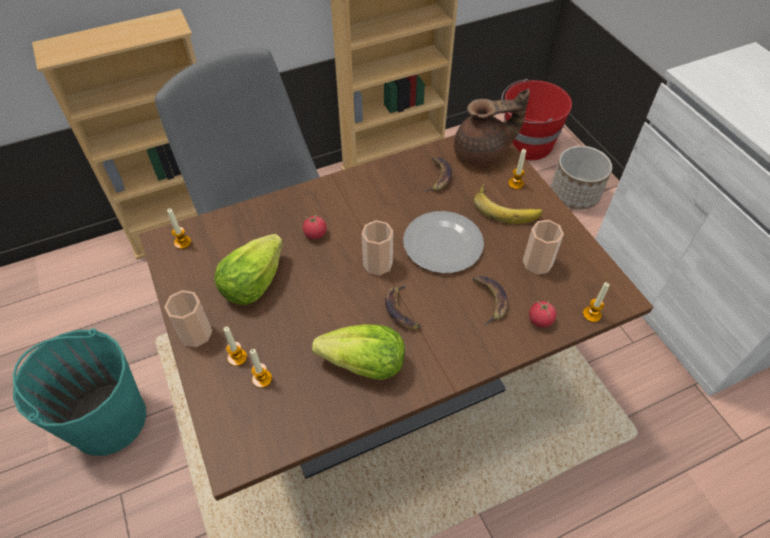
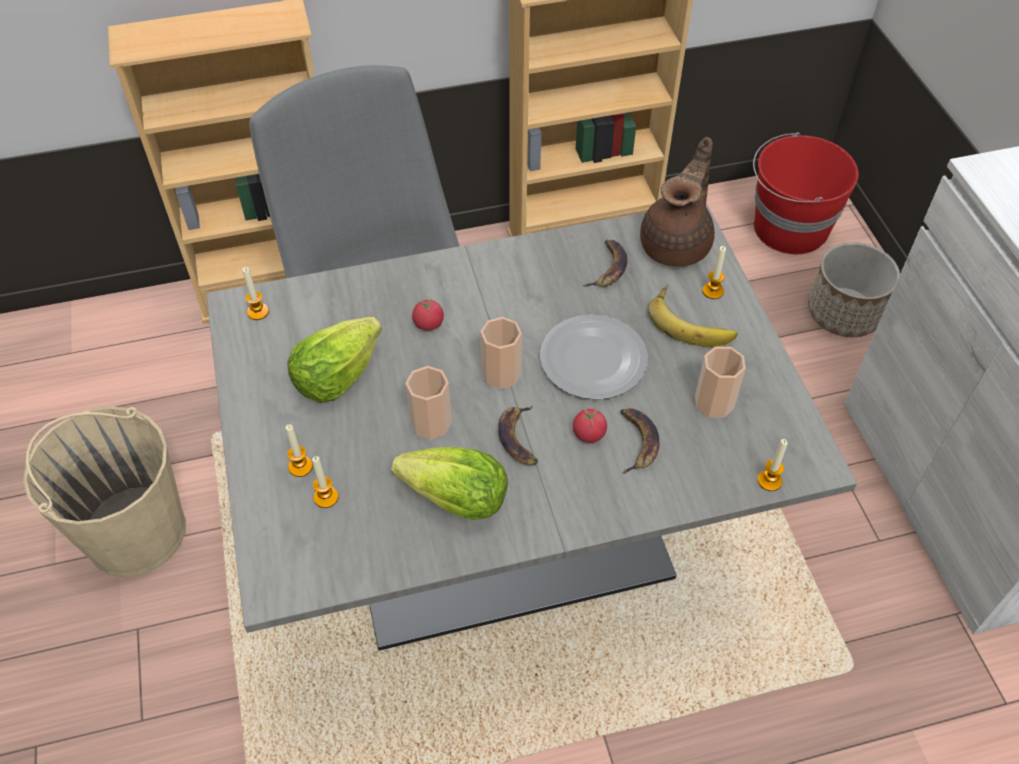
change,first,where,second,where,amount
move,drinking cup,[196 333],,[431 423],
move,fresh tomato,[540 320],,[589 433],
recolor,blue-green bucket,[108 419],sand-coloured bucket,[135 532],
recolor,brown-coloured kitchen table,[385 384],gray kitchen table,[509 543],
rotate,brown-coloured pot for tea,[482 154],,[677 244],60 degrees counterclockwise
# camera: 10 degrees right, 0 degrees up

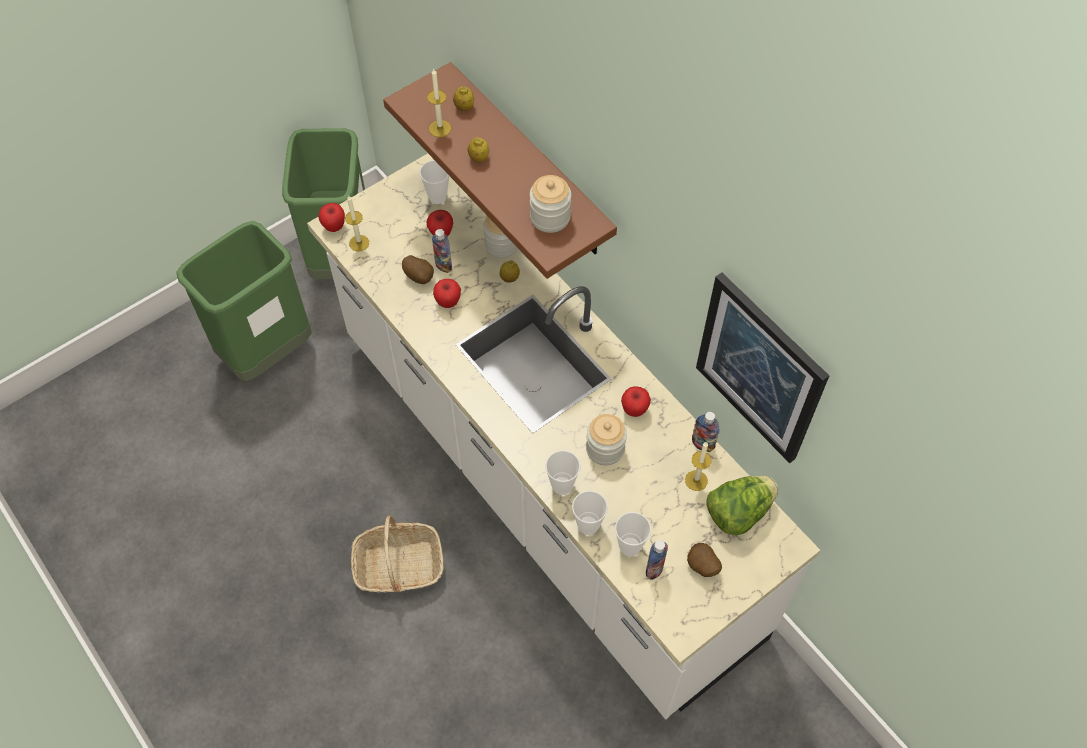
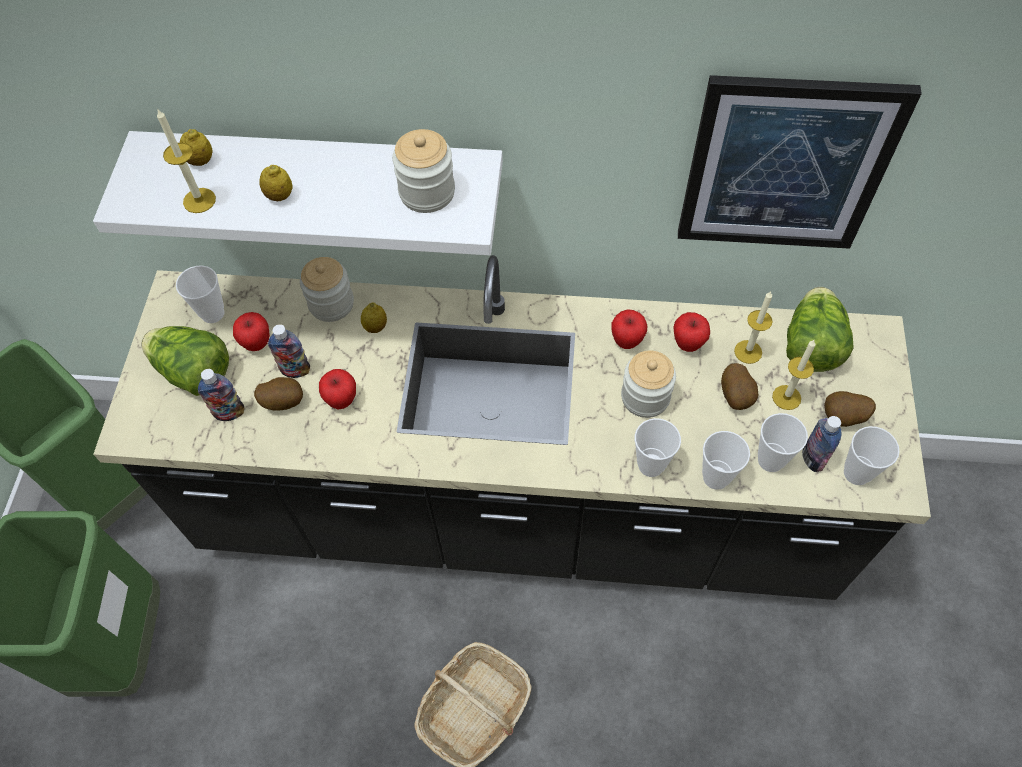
change,first,where,second,where,amount
insert,,,lettuce head,[194 372],
insert,,,spud,[736 396],
insert,,,drinking cup,[856 473],
move,apple fruit,[334 227],,[688 343],
move,candle,[359 243],,[786 397],
move,beverage bottle,[702 444],,[229 413],
recolor,white-coloured counter,[543 485],black-coloured counter,[516 513],
recolor,brown-coloured wall shelf,[530 164],white-coloured wall shelf,[322 174],
# camera: 45 degrees left, 0 degrees up

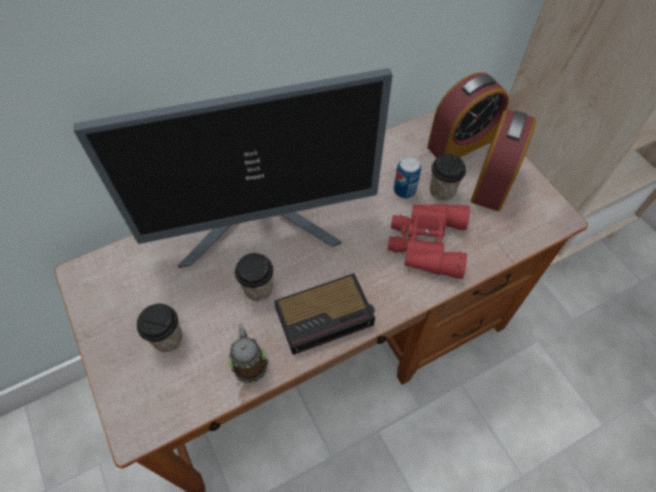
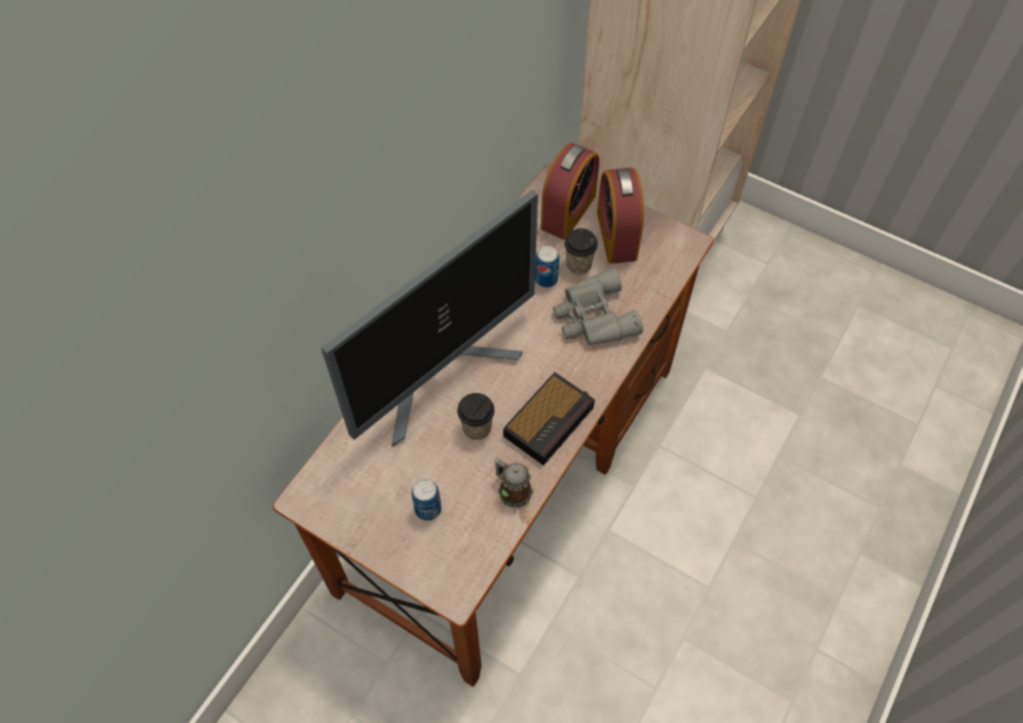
change,first,where,second,where,amount
replace,drinking cup,[168 338],can,[428 509],
recolor,reddish binoculars,[426 242],gray binoculars,[593 317],
# camera: 30 degrees left, 0 degrees up

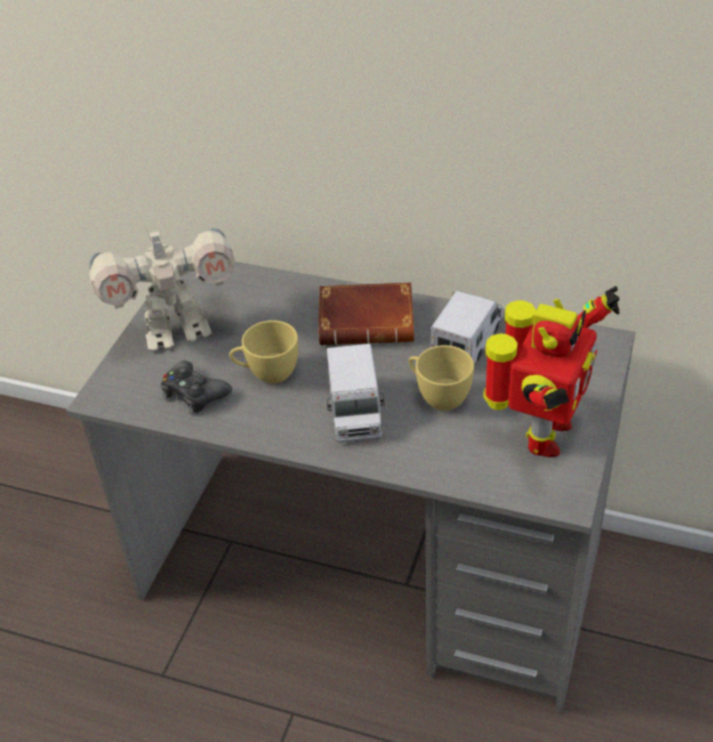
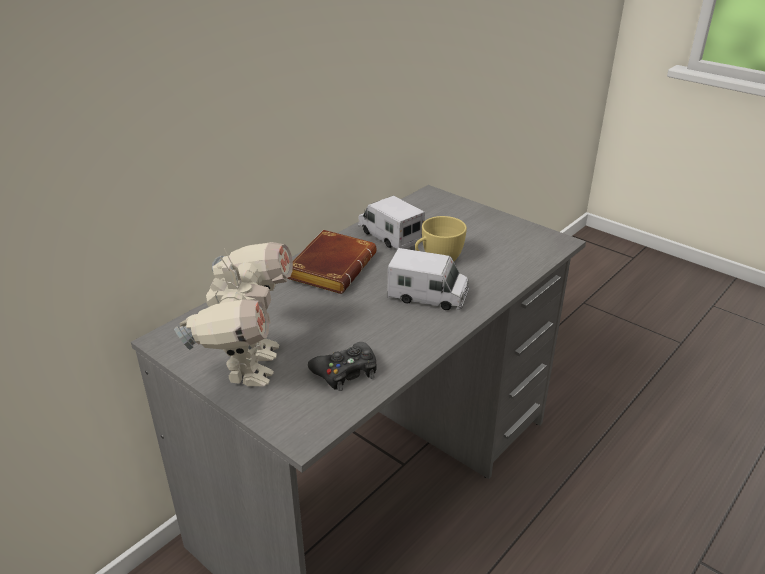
change,first,where,second,where,amount
delete,yellow-coloured drinking cup,[267 373],,,
delete,robot figure,[542 435],,,
# camera: 70 degrees left, 10 degrees down

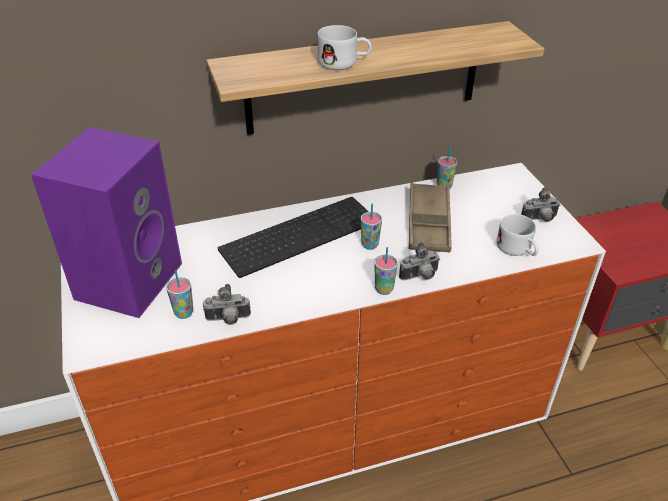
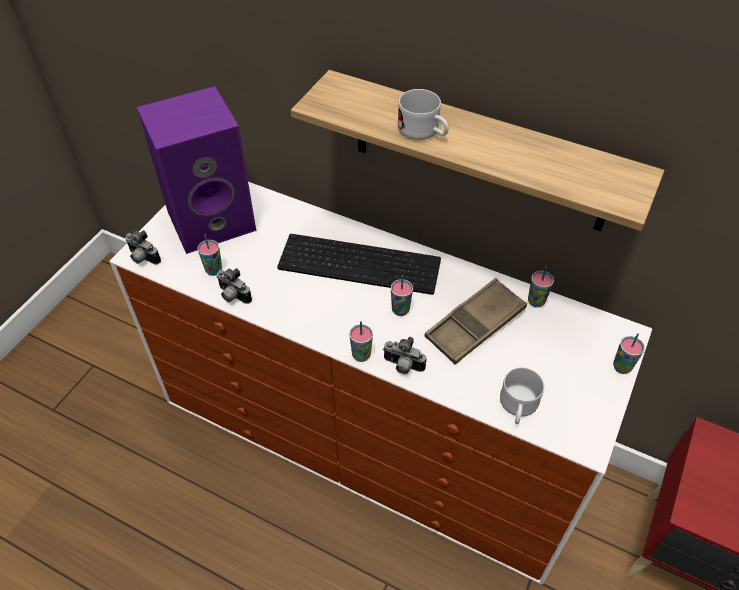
change,first,where,second,where,amount
insert,,,drinking cup,[622 367],
move,photo camera,[540 219],,[142 258],
# camera: 45 degrees right, 10 degrees up

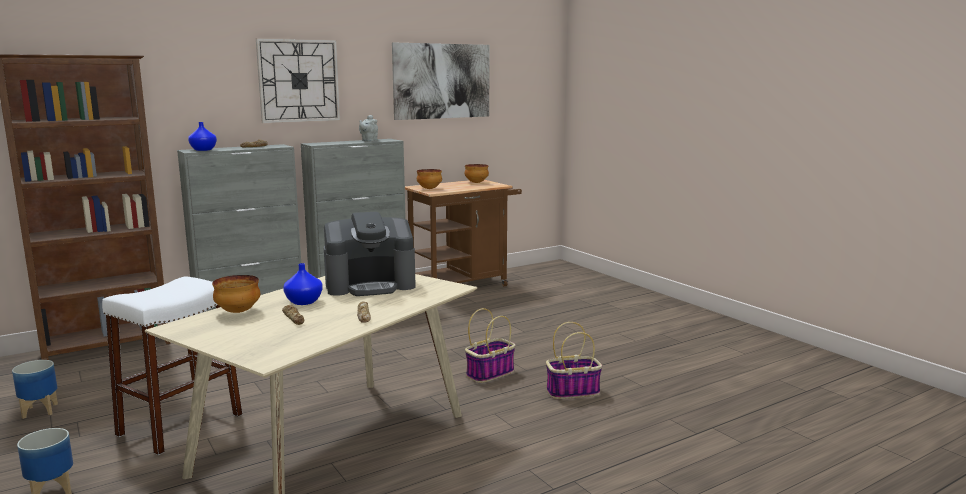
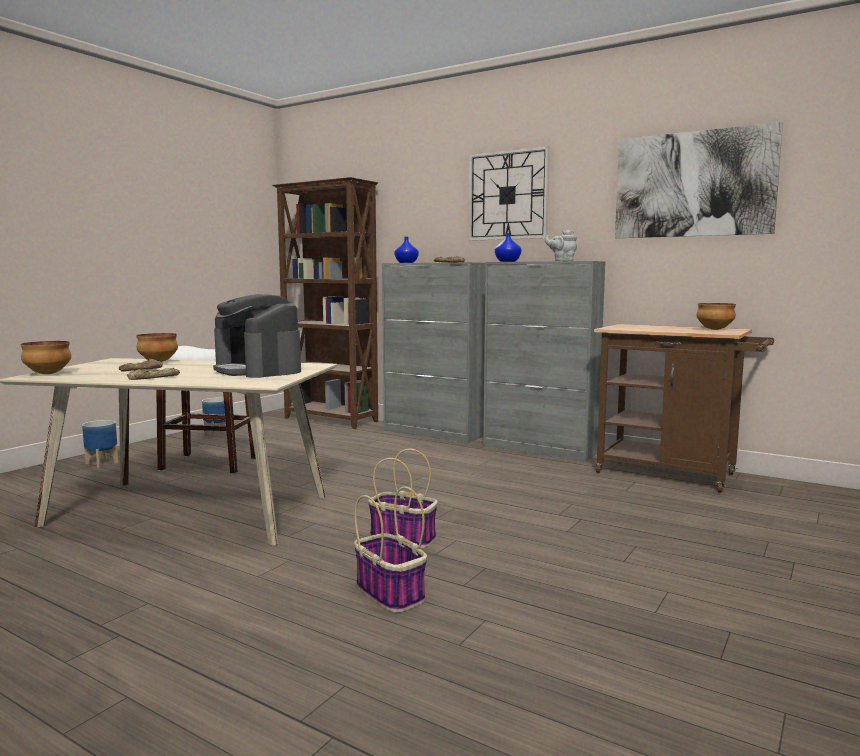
change,first,where,second,where,amount
move,blue vase,[303 302],,[507 261],
move,deep dish,[429 189],,[47 374],
# camera: 65 degrees right, 5 degrees down

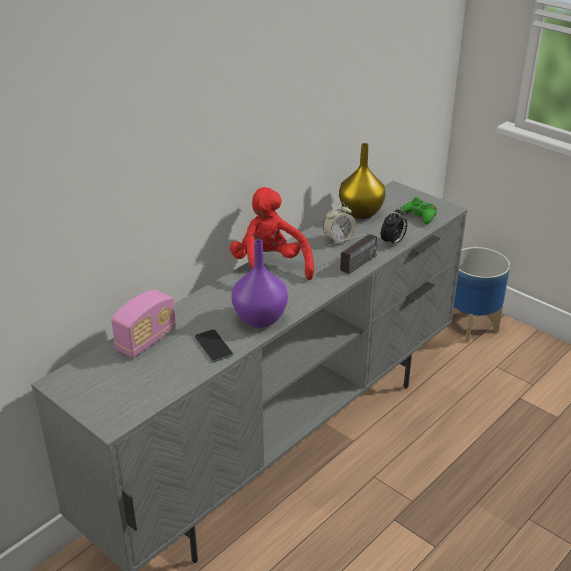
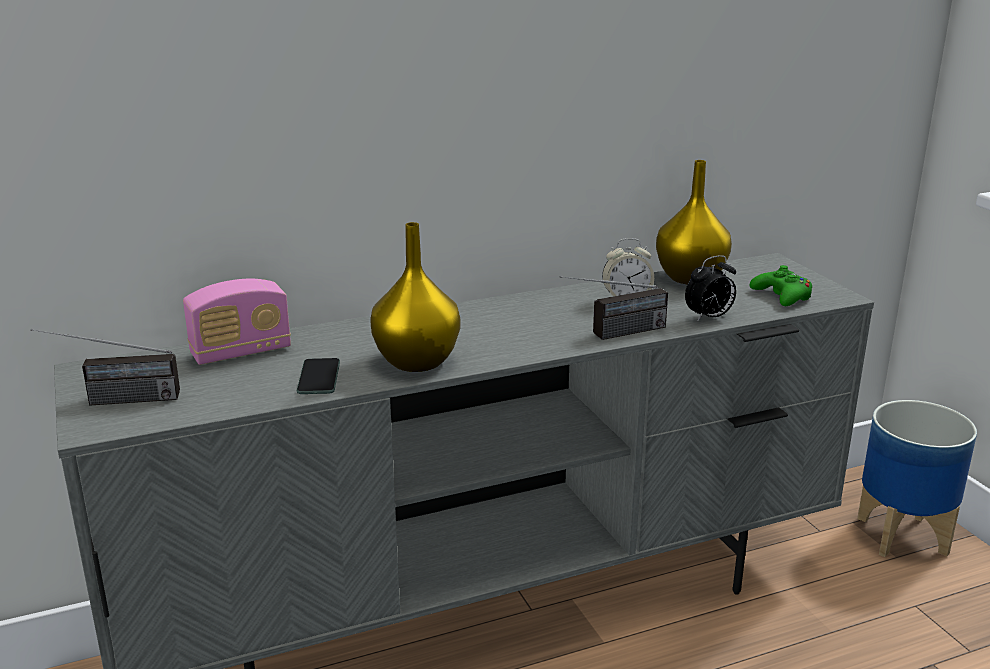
change,first,where,second,where,amount
delete,reddish soft toy,[270 268],,,
insert,,,radio set,[110 400],
recolor,purplish vase,[261 319],yellow-coloured vase,[417 362],
# camera: 25 degrees right, 10 degrees down

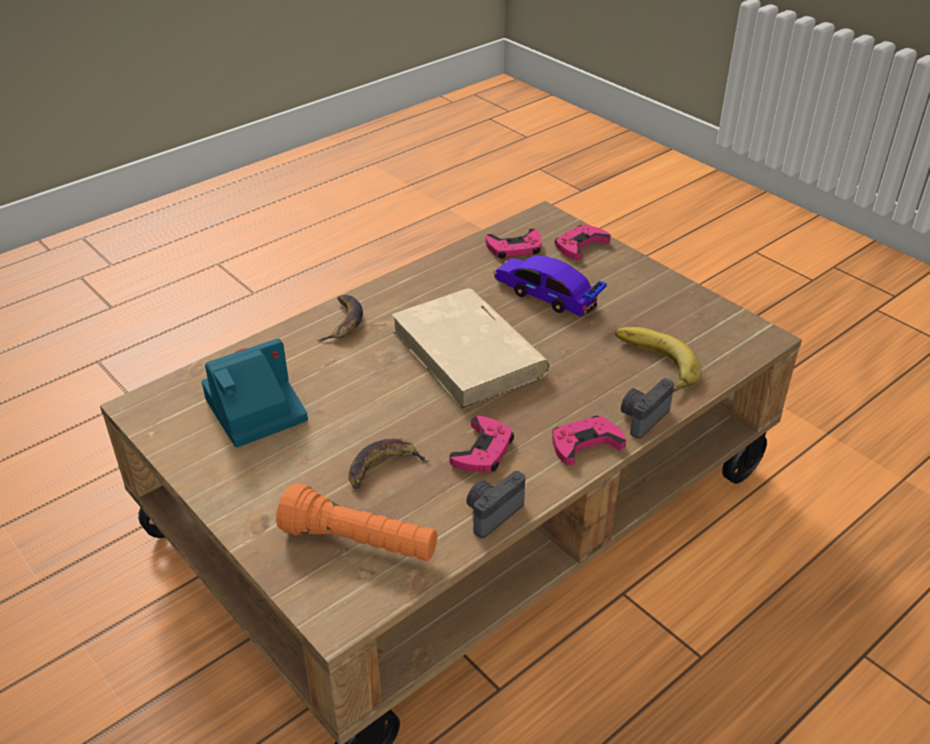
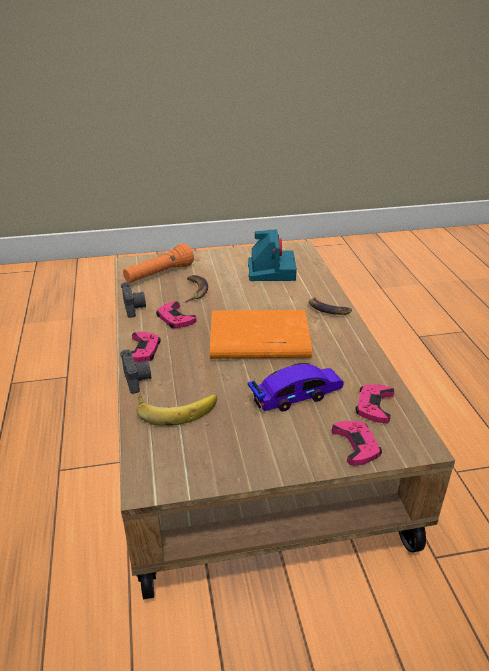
change,first,where,second,where,amount
recolor,sand-coloured book,[469 354],orange-coloured book,[258 341],
# camera: 120 degrees right, 5 degrees down

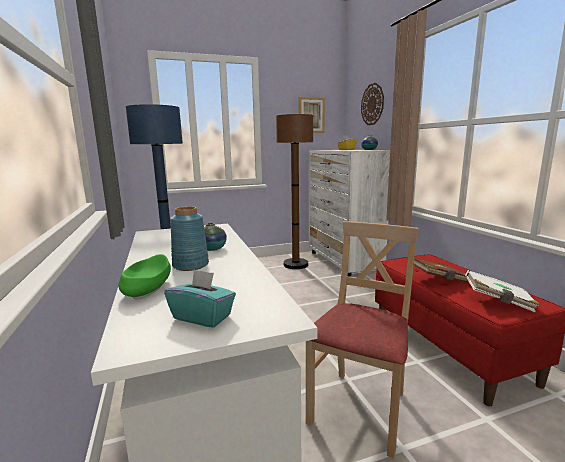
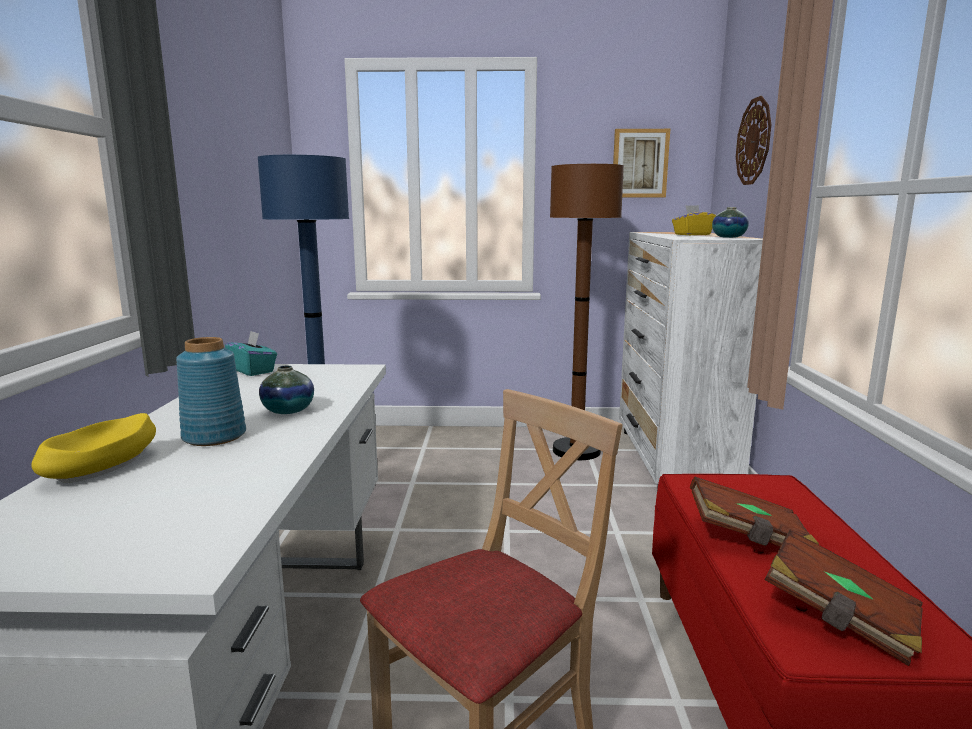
change,first,where,second,where,amount
move,blue-green tissue box,[203 317],,[253 370],
recolor,green-coloured deep dish,[148 288],yellow-coloured deep dish,[102 467],
recolor,white-coloured book,[498 301],brown-coloured book,[839 618],
# camera: 20 degrees right, 0 degrees up

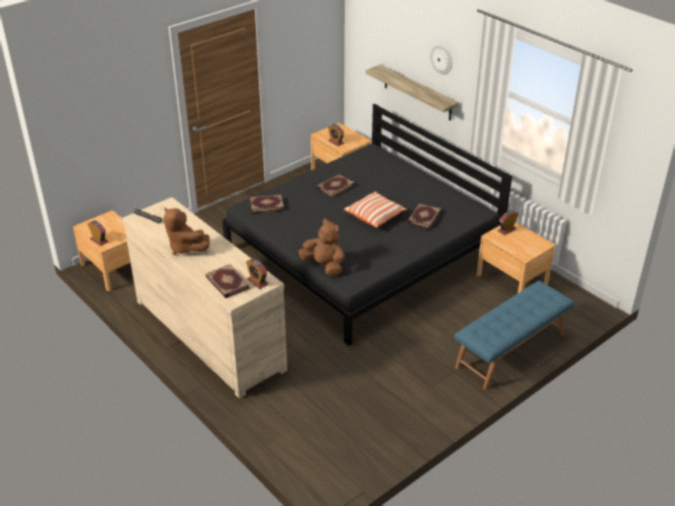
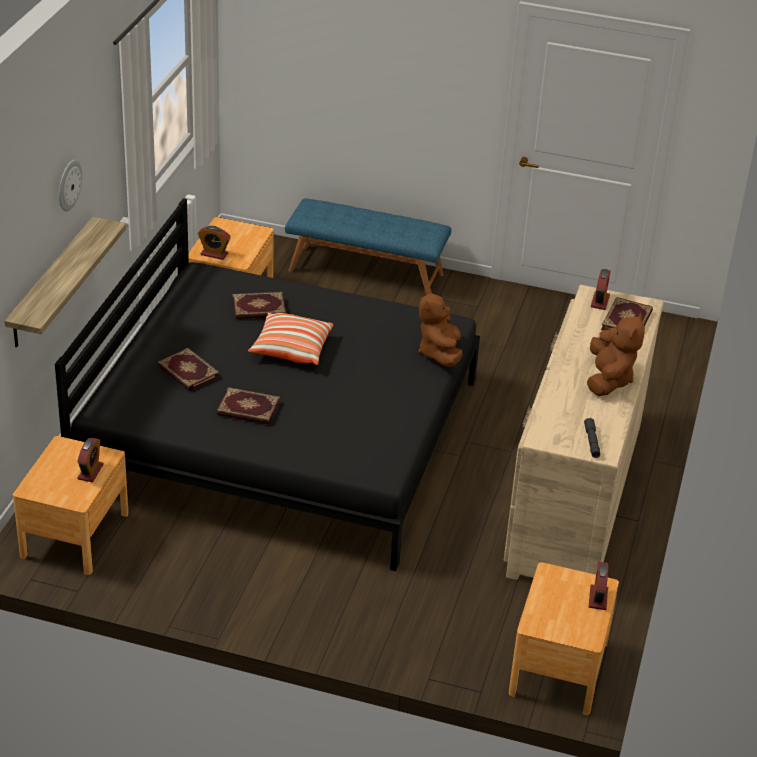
change,first,where,second,where,amount
move,book,[266 204],,[187 372],
# camera: 125 degrees left, 0 degrees up

